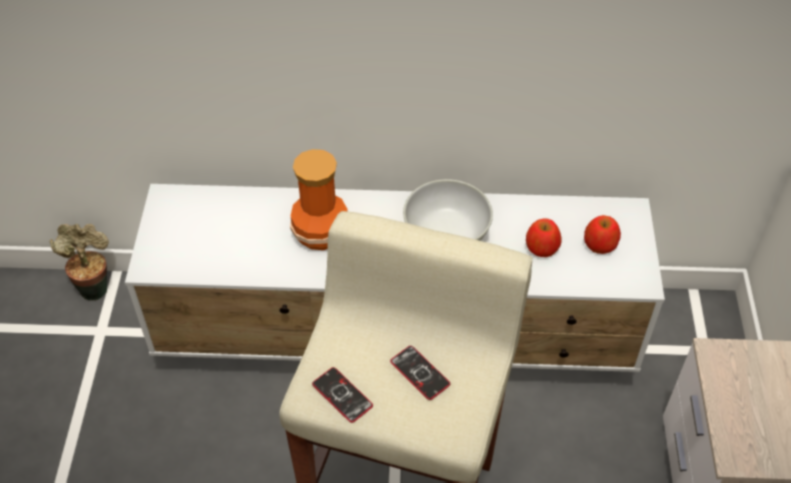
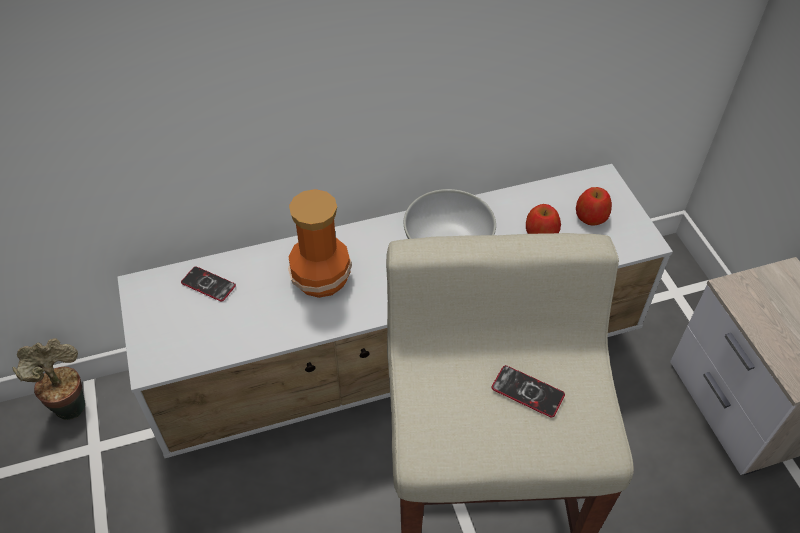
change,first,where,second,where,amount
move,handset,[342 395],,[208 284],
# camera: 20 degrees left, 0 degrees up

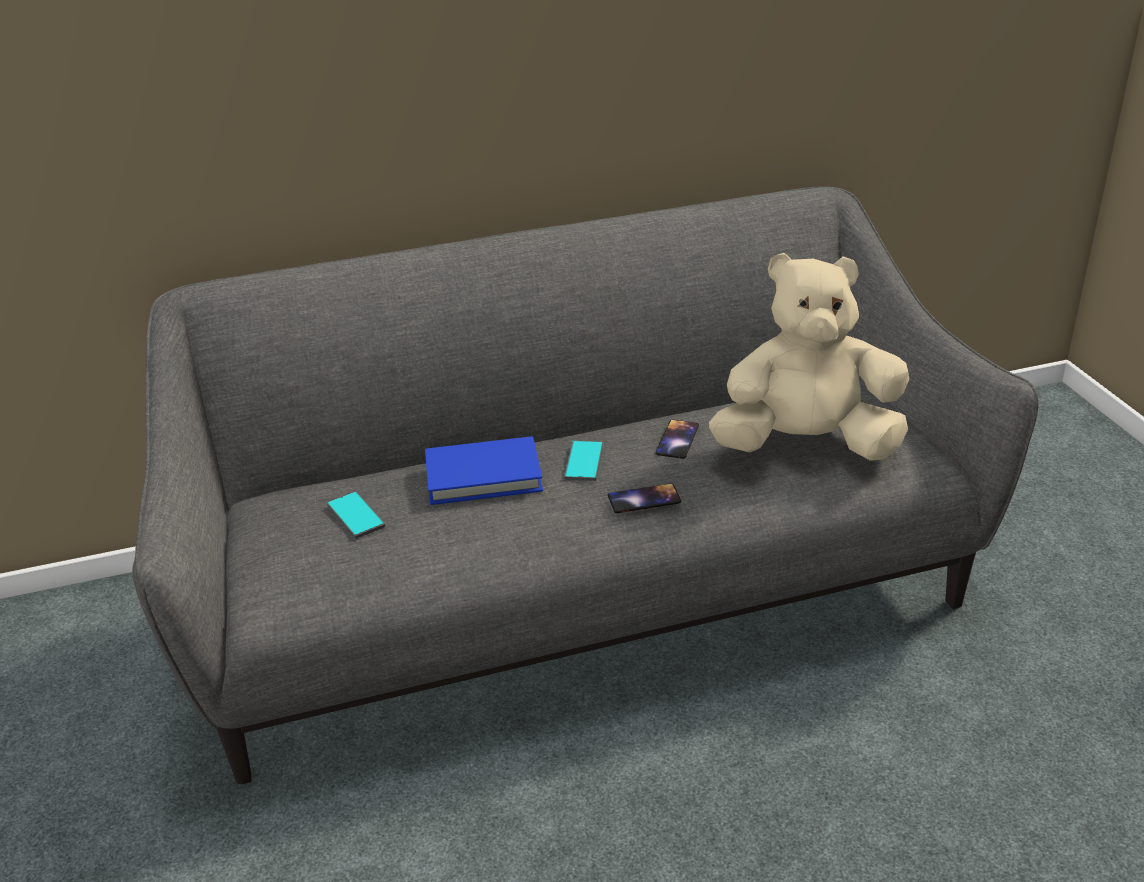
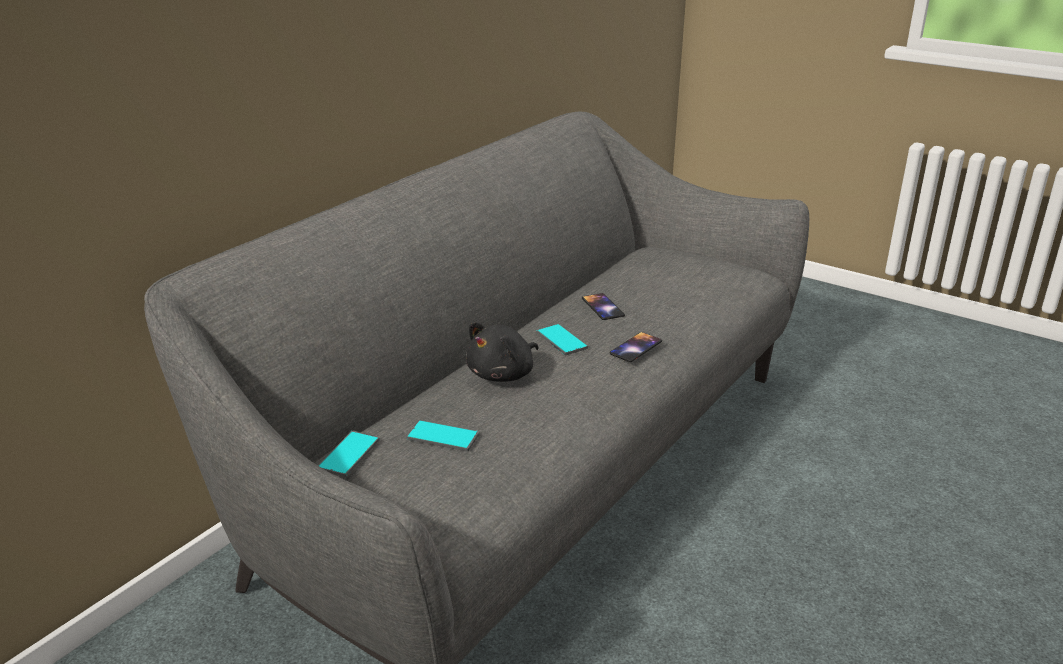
change,first,where,second,where,amount
delete,sand-coloured soft toy,[807 445],,,
insert,,,handset,[349 454],
replace,blue book,[483 476],black-coloured soft toy,[503 374],
# camera: 40 degrees left, 5 degrees down

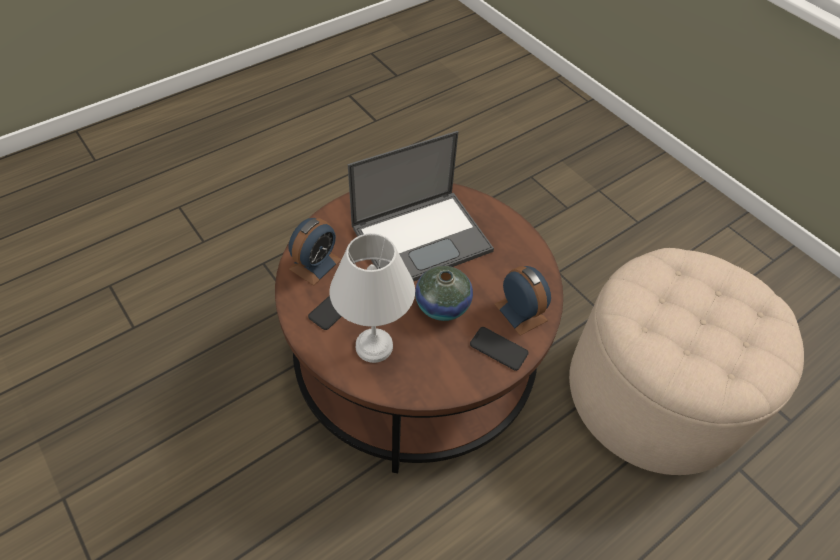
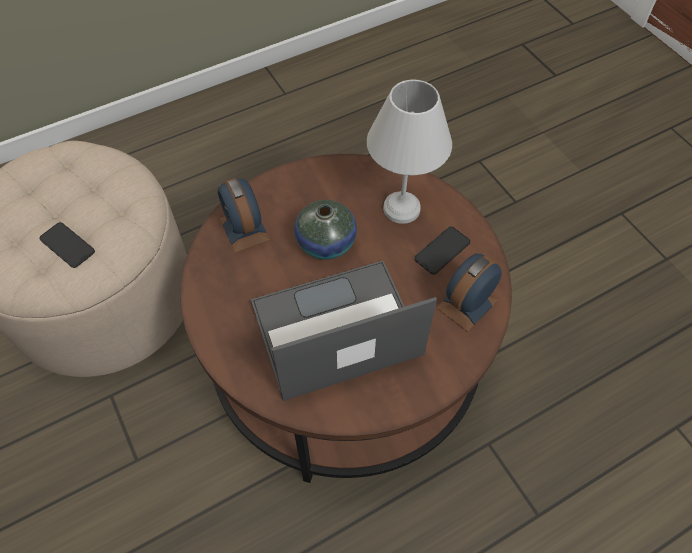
change,first,where,second,where,amount
move,handset,[498 349],,[67 245],
# camera: 170 degrees left, 5 degrees up

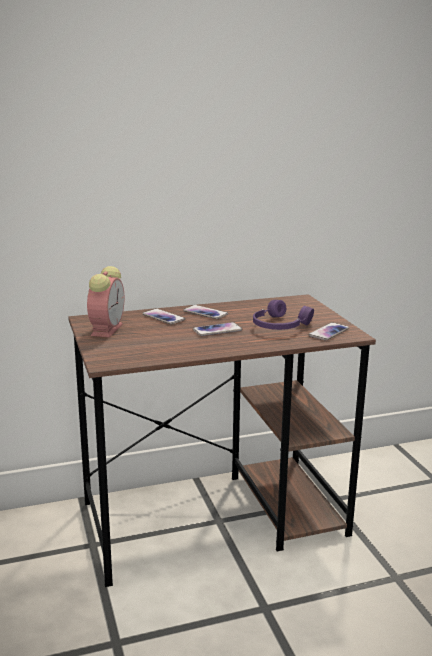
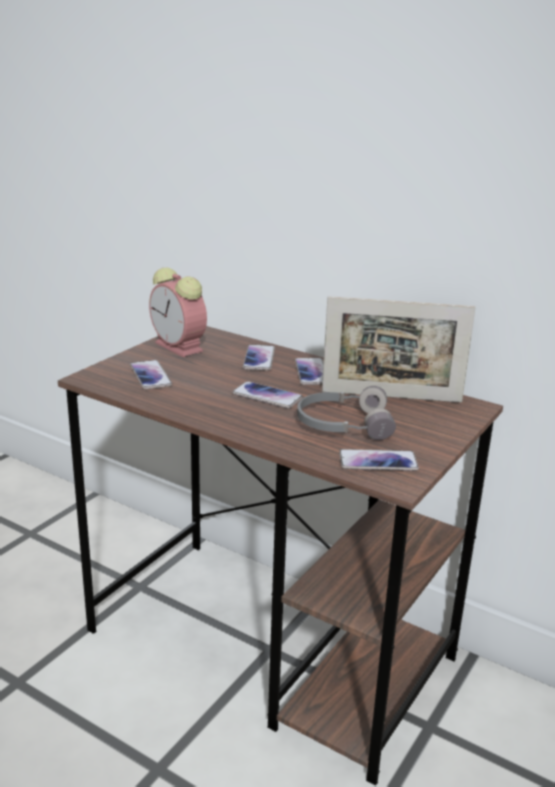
change,first,where,second,where,amount
insert,,,handset,[150 376],
insert,,,photo frame,[391 396],
recolor,purplish headset,[279 326],gray headset,[343 424],
rotate,bedside clock,[107 329],,[180 347],75 degrees clockwise
# camera: 50 degrees right, 5 degrees up

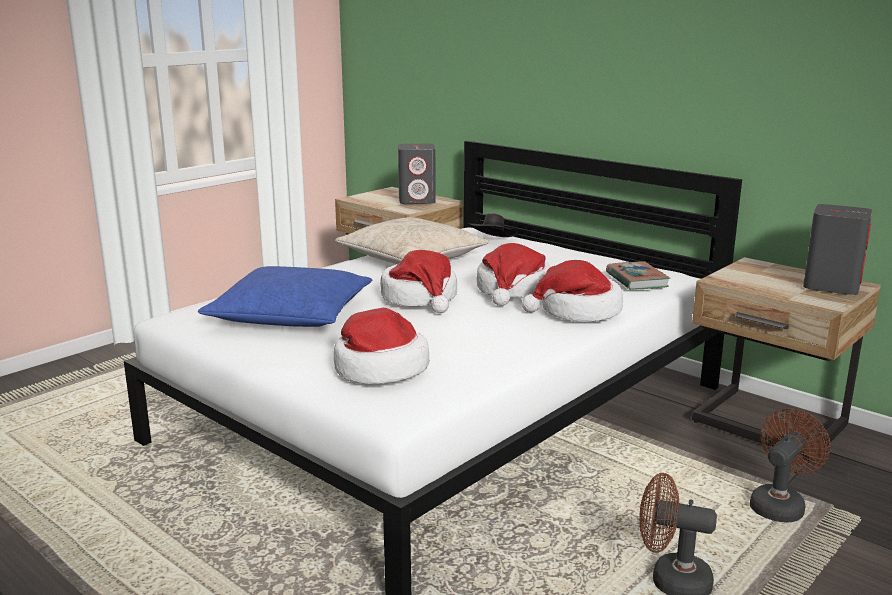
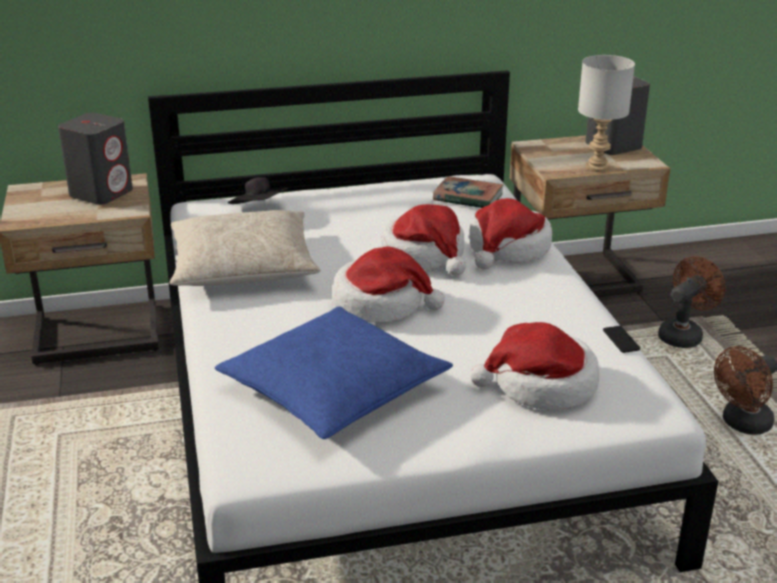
change,first,where,second,where,amount
insert,,,gray tabletop lamp,[598 167],
insert,,,handset,[621 340],
rotate,brown-coloured electric fan,[779 504],,[683 334],60 degrees clockwise
# camera: 55 degrees left, 10 degrees up

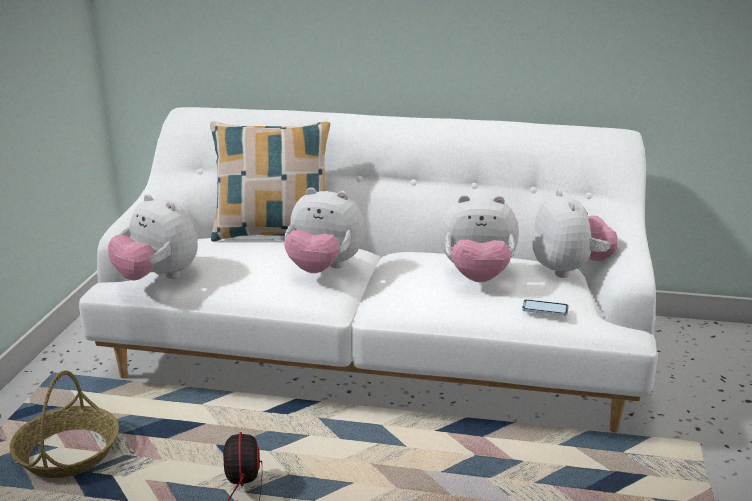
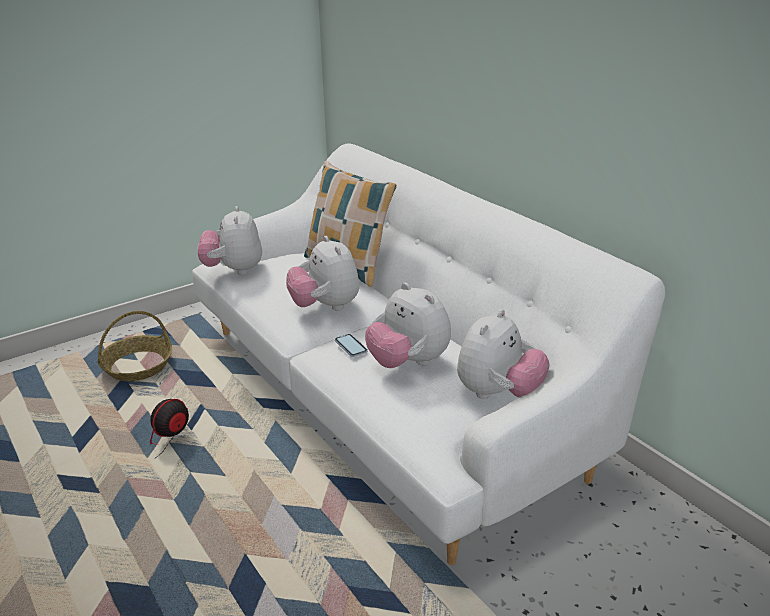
change,first,where,second,where,amount
move,handset,[545 309],,[351 346],
# camera: 45 degrees right, 5 degrees up

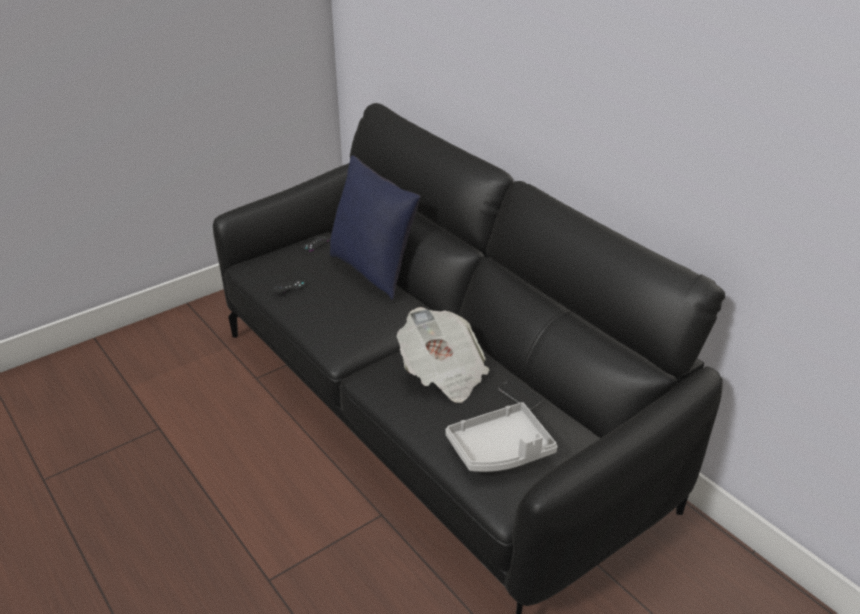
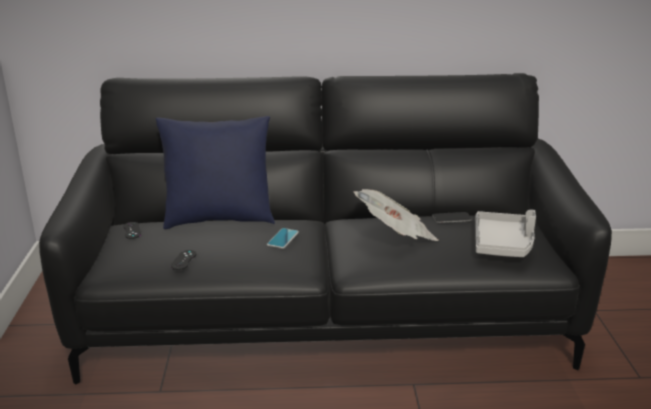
change,first,where,second,where,amount
insert,,,handset,[283 239],
# camera: 55 degrees left, 10 degrees down

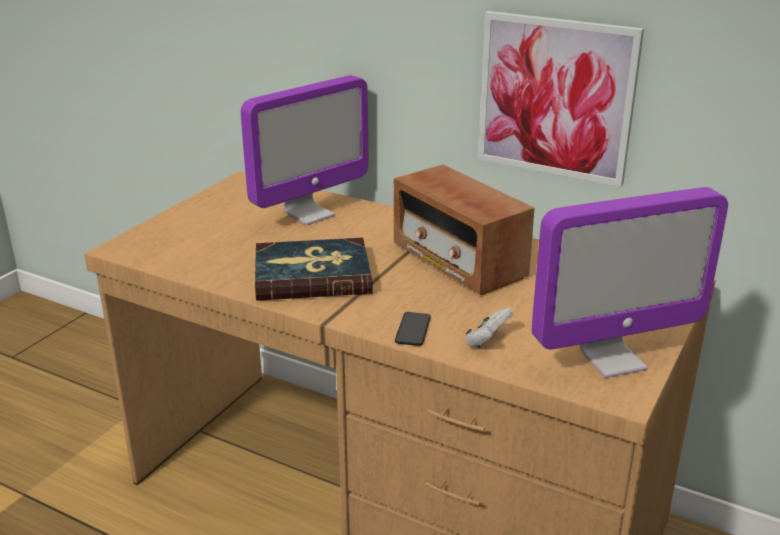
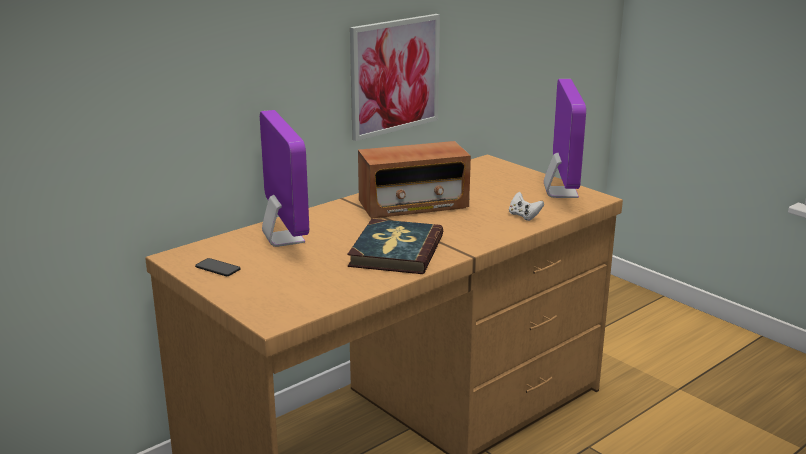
change,first,where,second,where,amount
move,handset,[413 330],,[217 268],
# camera: 70 degrees left, 5 degrees down

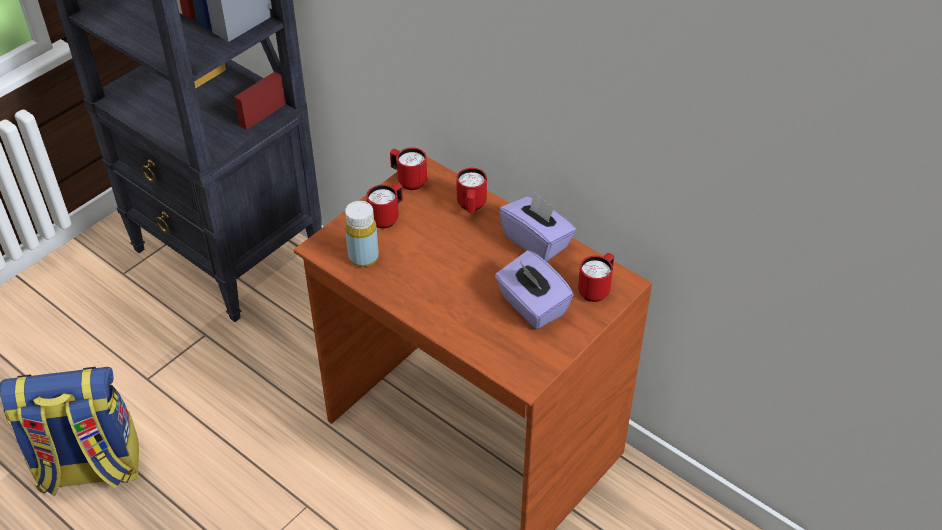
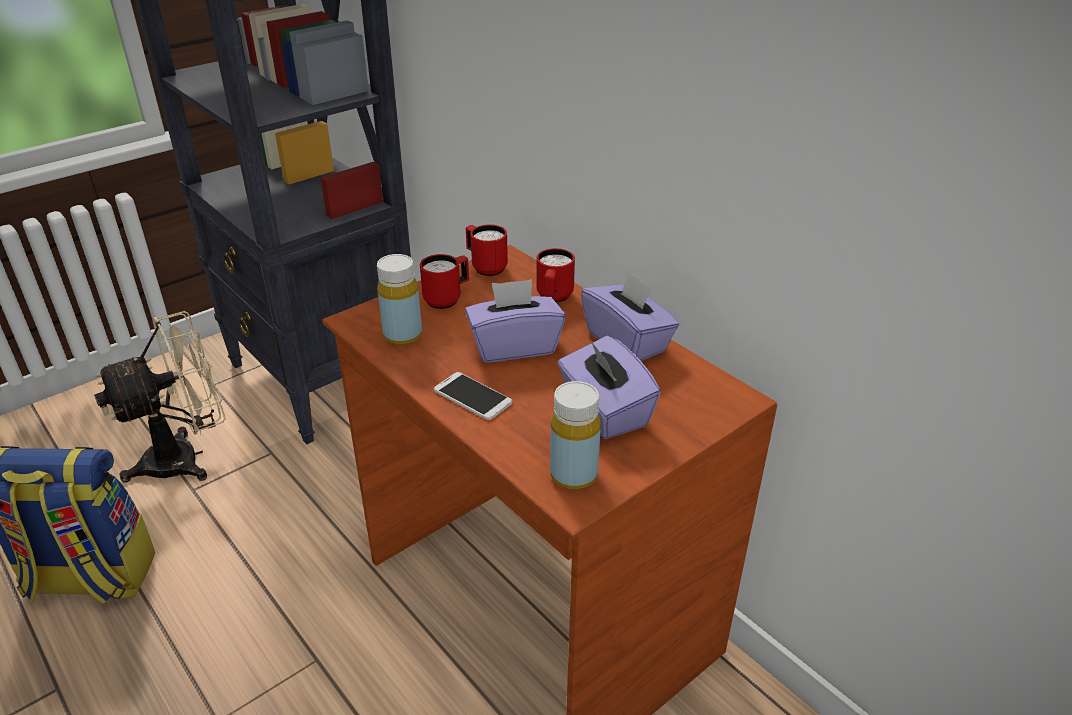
change,first,where,second,where,amount
delete,reddish tea mug,[596 289],,,
insert,,,sand-coloured electric fan,[187 458],
insert,,,handset,[472 396],
insert,,,purplish tissue box,[514 346],
insert,,,yellow-coloured beverage bottle,[573 475],
# camera: 10 degrees right, 10 degrees down

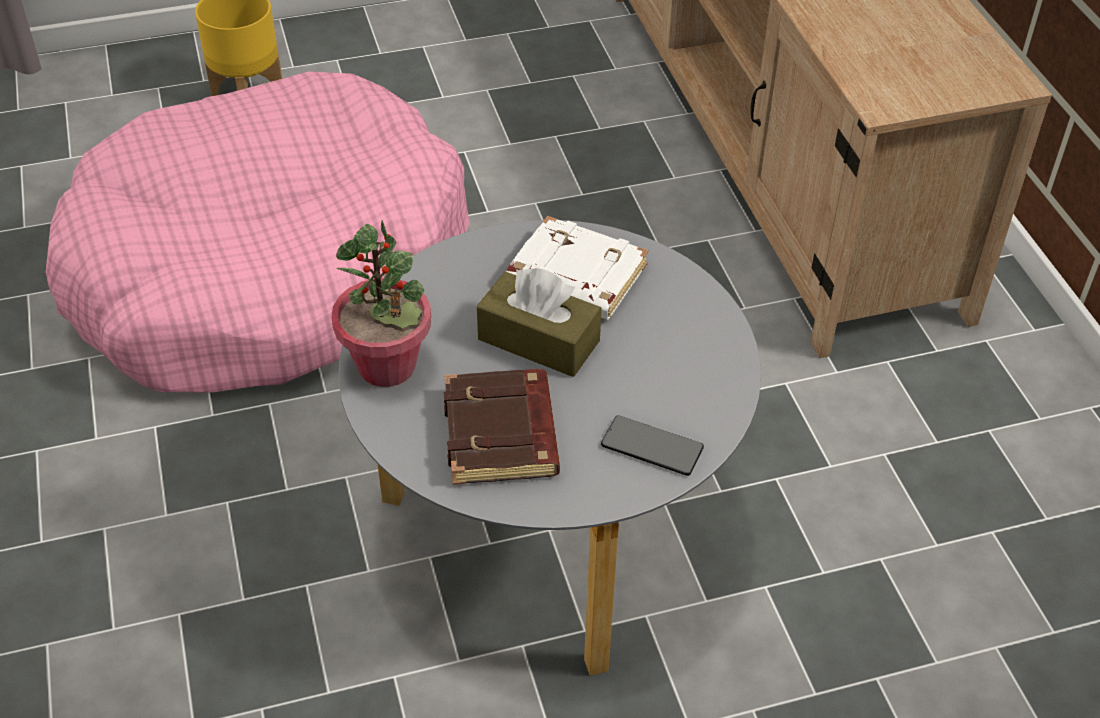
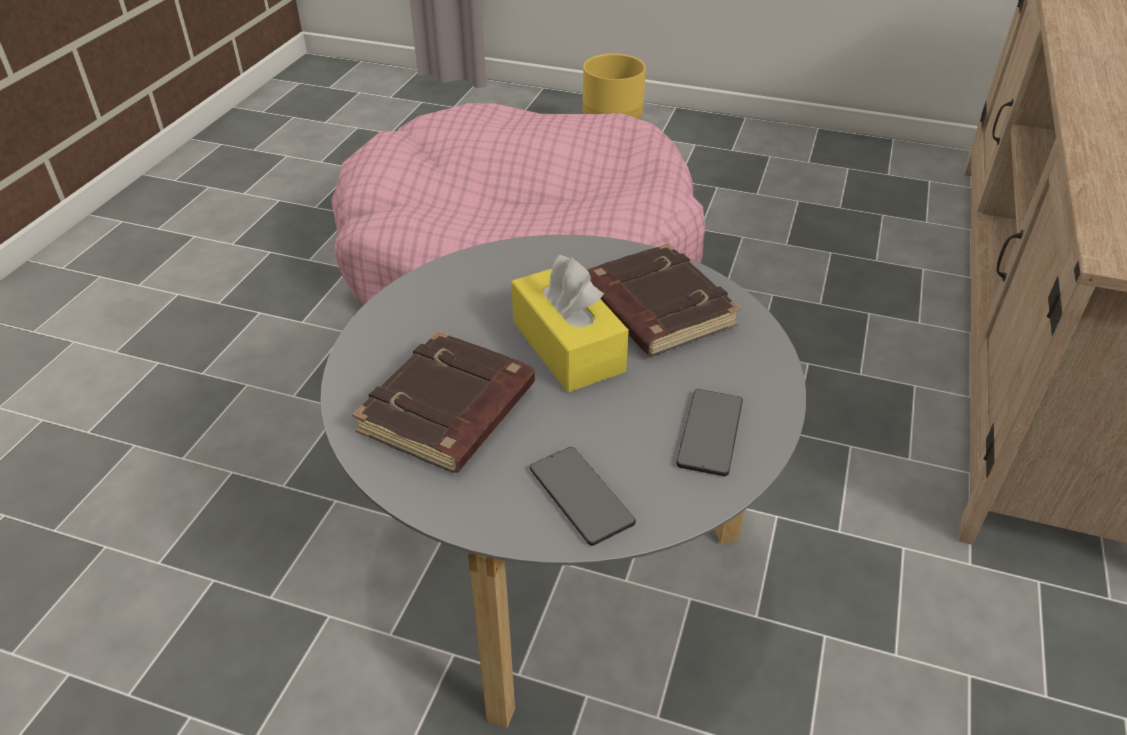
change,first,where,second,where,amount
delete,potted plant,[387 366],,,
insert,,,handset,[710 433],
recolor,brown-coloured tissue box,[538 340],yellow-coloured tissue box,[567 346],
recolor,white-coloured book,[574 277],brown-coloured book,[654 308],
# camera: 35 degrees right, 5 degrees down

